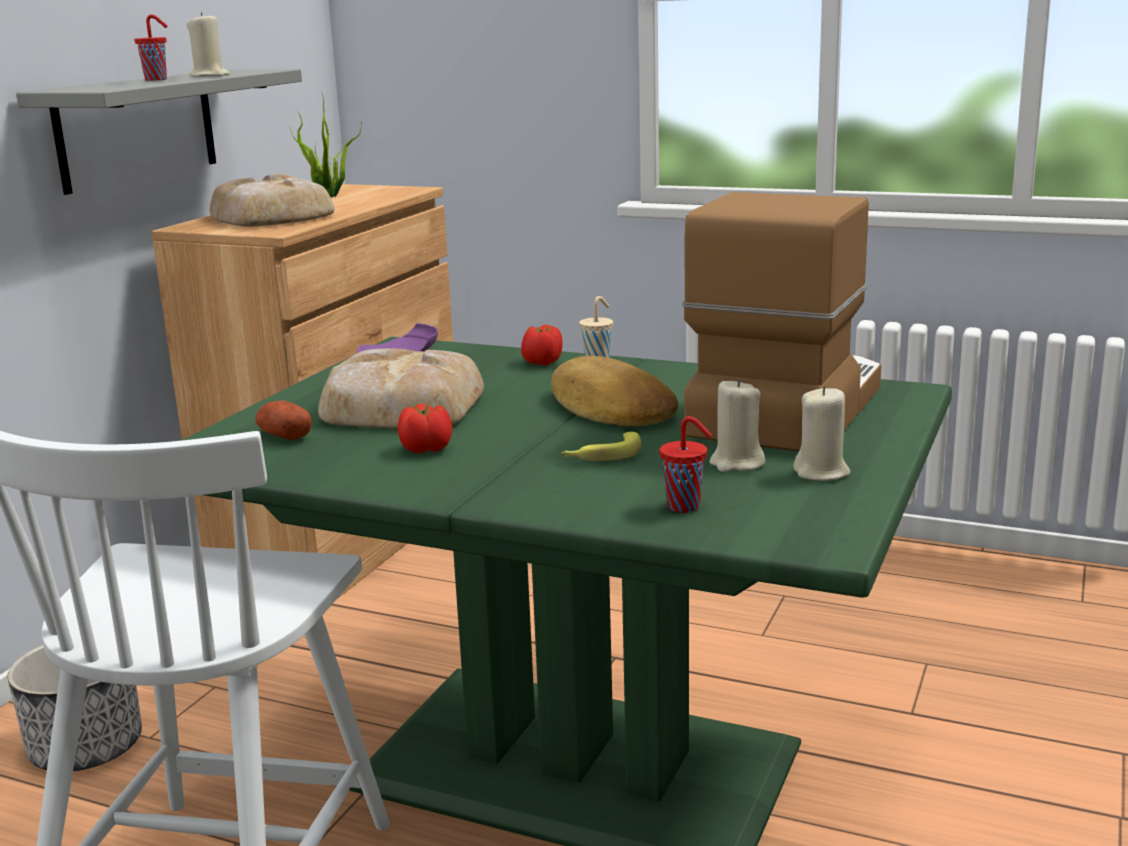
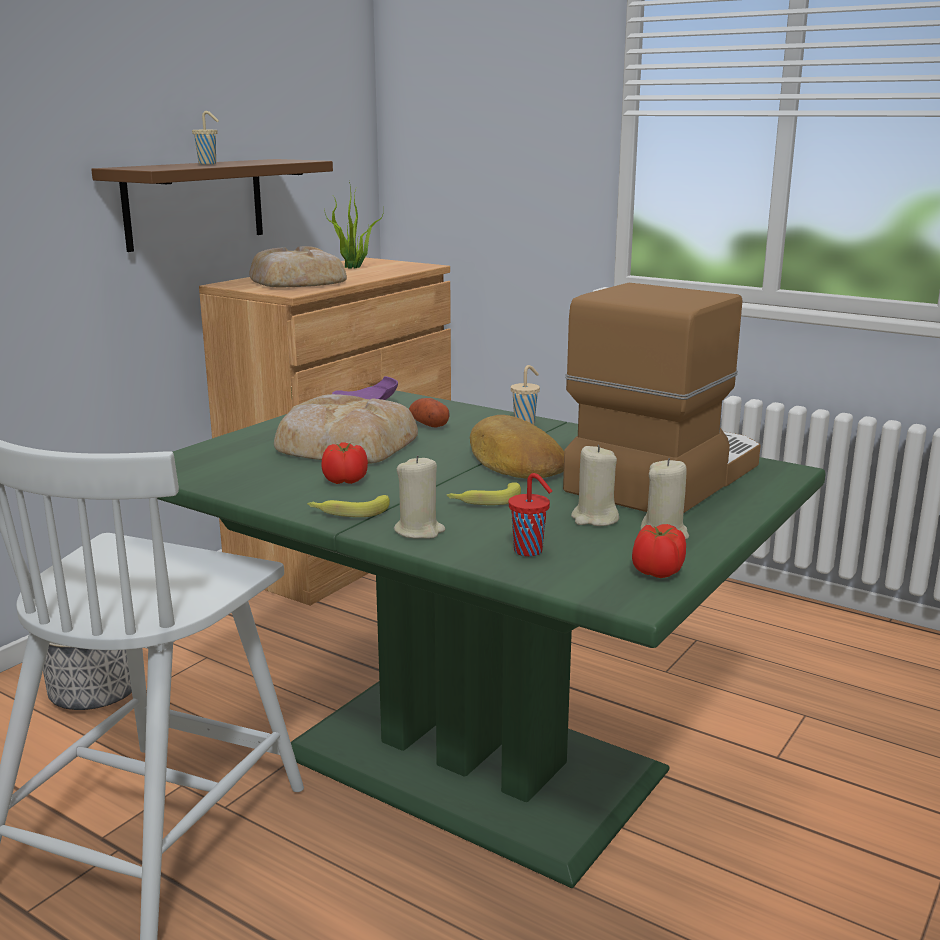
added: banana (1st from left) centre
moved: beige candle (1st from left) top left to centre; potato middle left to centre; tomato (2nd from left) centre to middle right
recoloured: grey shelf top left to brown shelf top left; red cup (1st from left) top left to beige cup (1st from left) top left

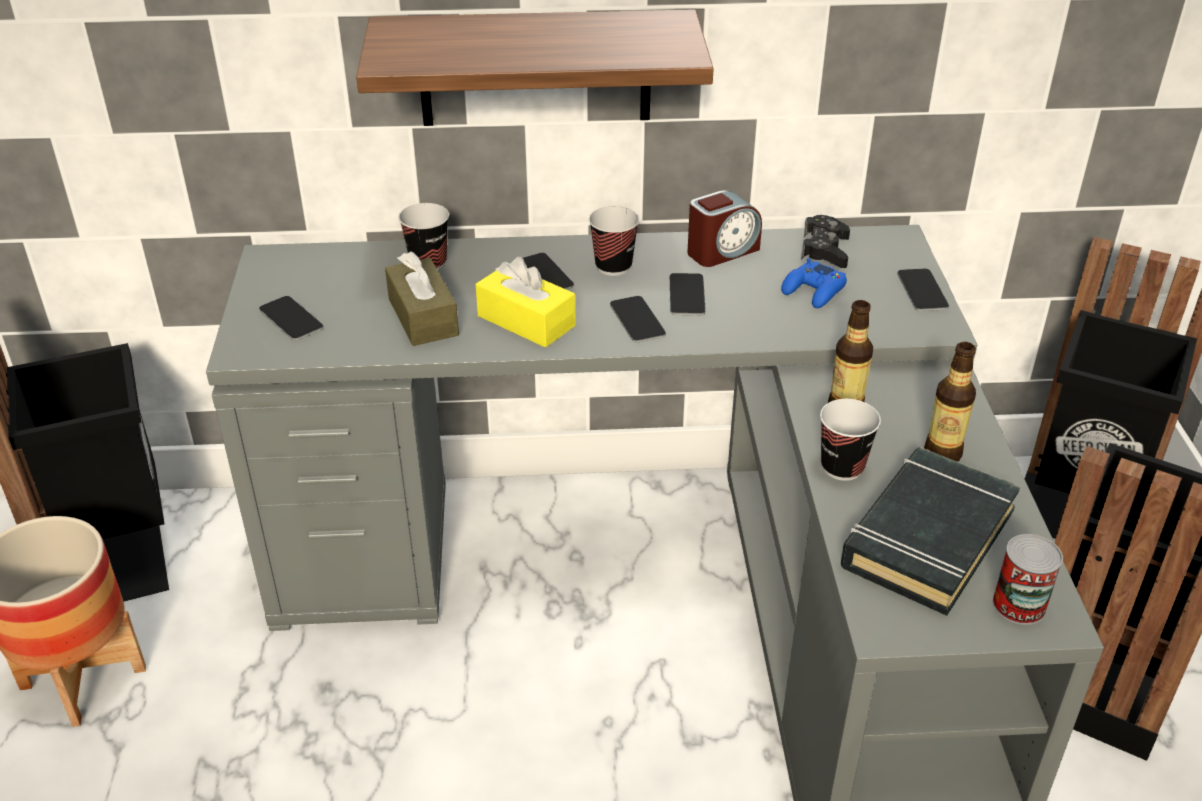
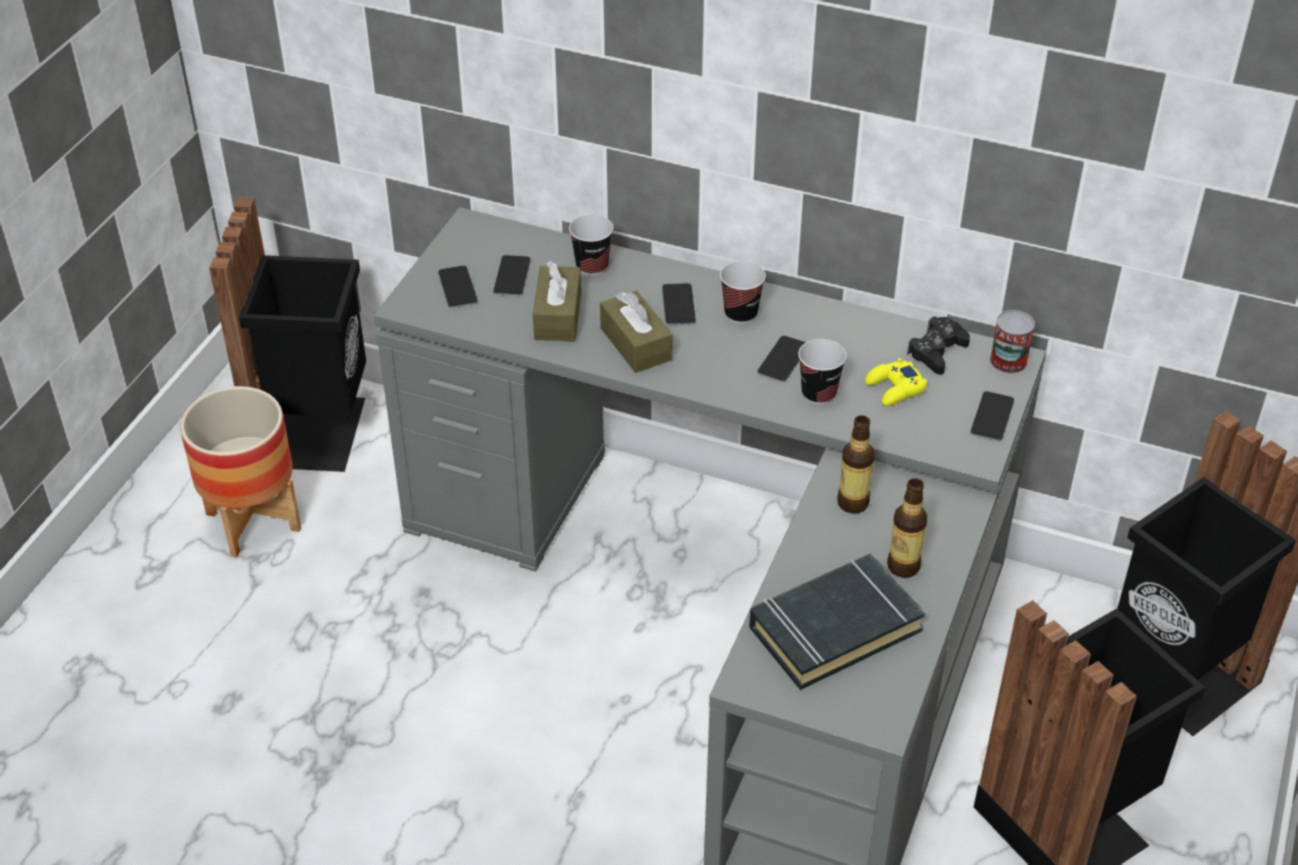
removed: shelf top centre; alarm clock top centre
moved: phone (3rd from left in the first image) centre to phone (2nd from left) top centre; cup (3rd from left) middle right to centre; can bottom right to middle right
recoloured: yellow tissue box centre to brown tissue box (2nd from left) centre; blue game controller middle right to yellow game controller middle right

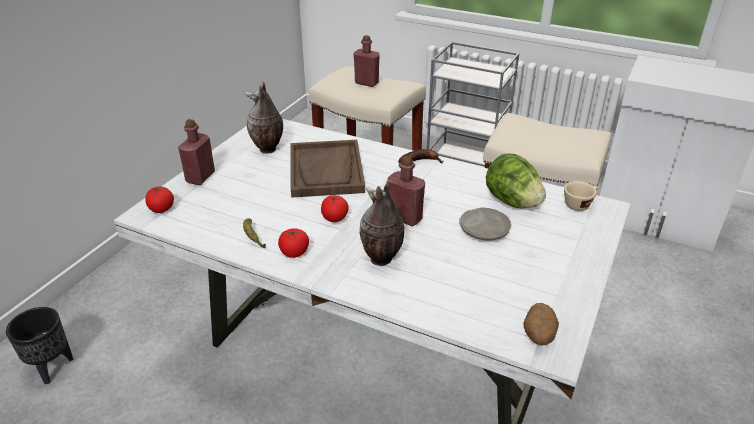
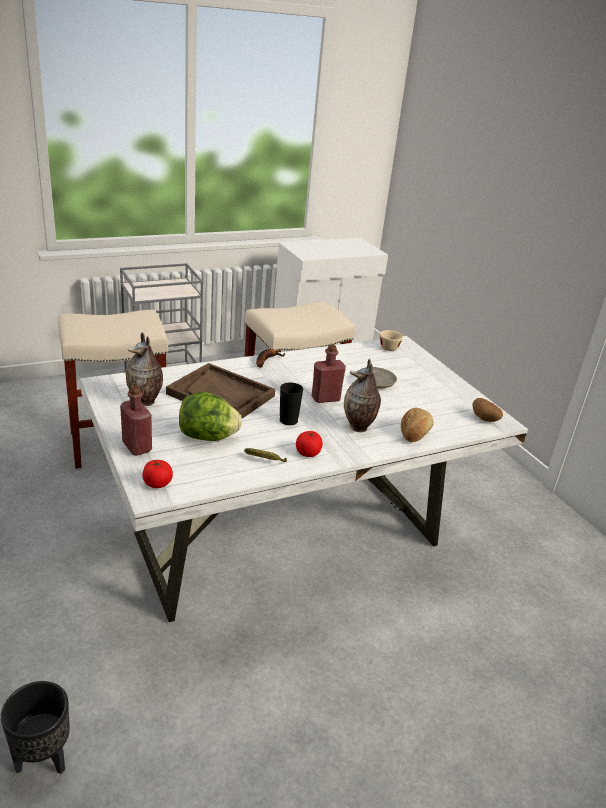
removed: red bottle (2nd from left) top centre
added: bread middle right
moved: lettuce middle right to centre
replaced: tomato (3rd from left) centre to black cup centre

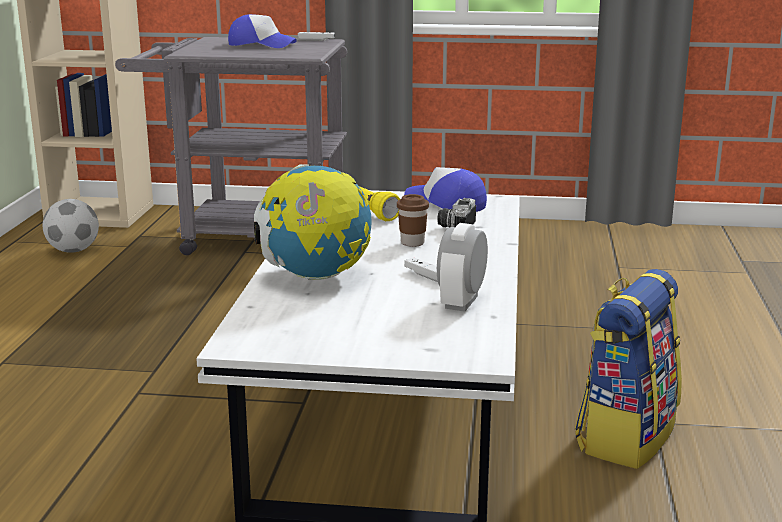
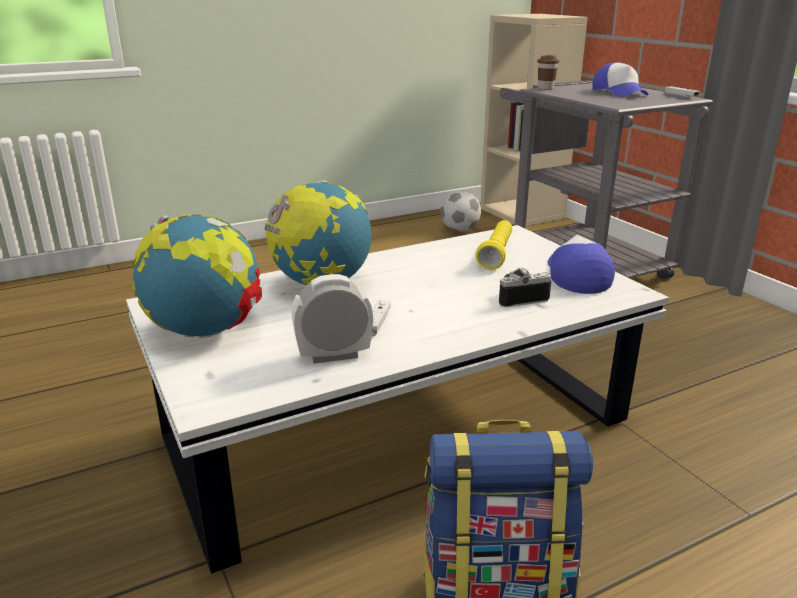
added: globe (1st from left) middle left
moved: brown cup centre to top right

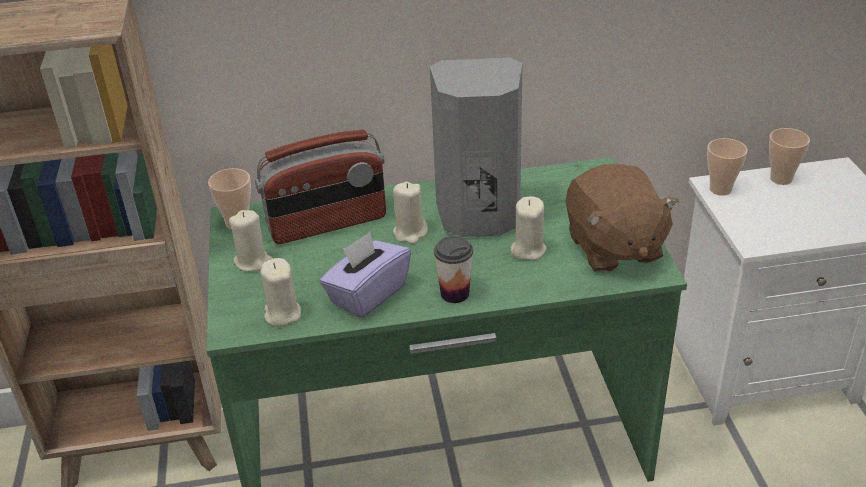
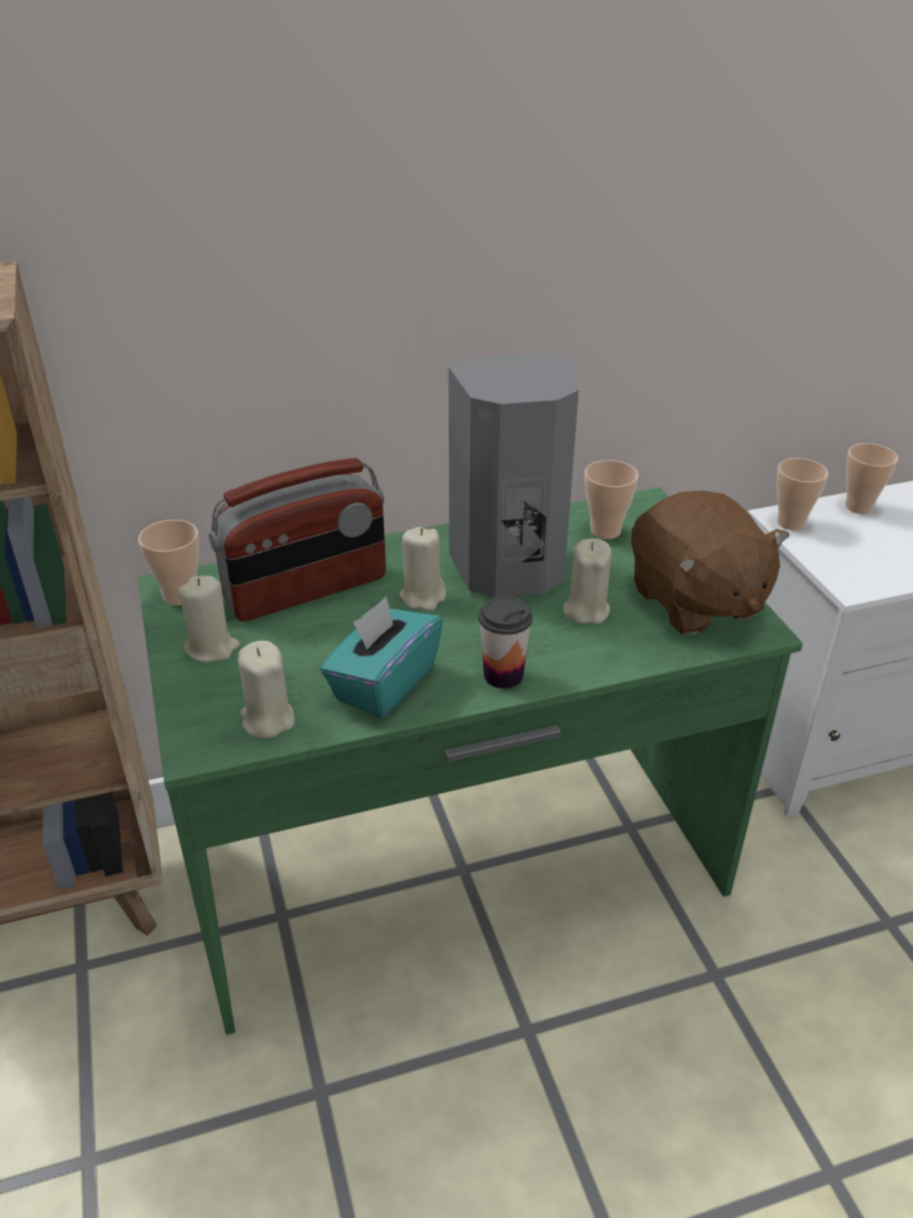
added: cup (3rd from left) middle right
recoloured: purple tissue box centre to turquoise tissue box centre

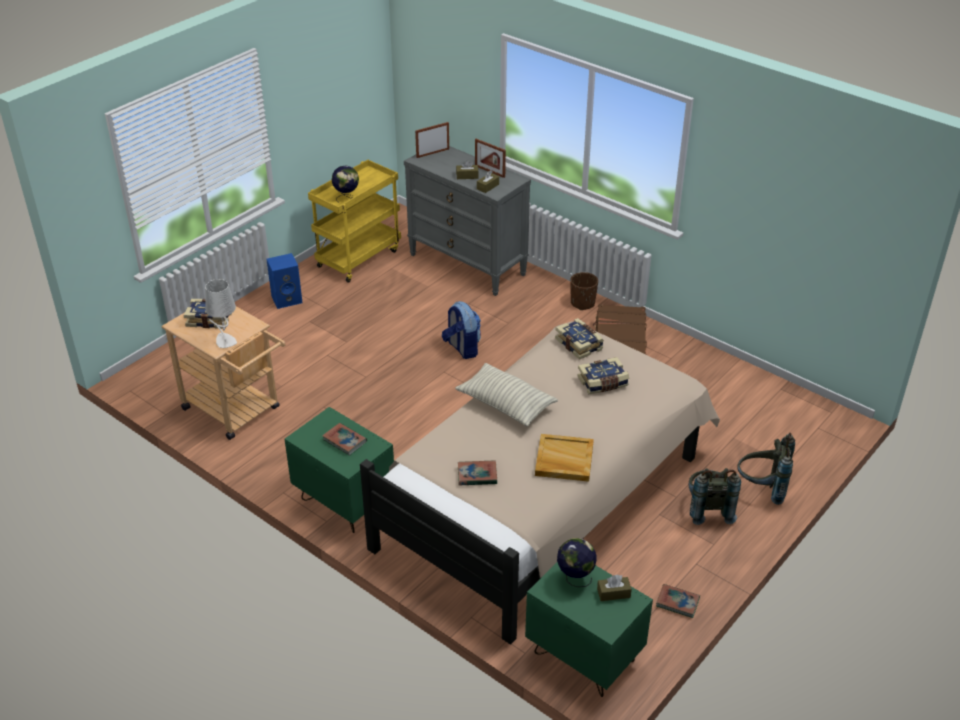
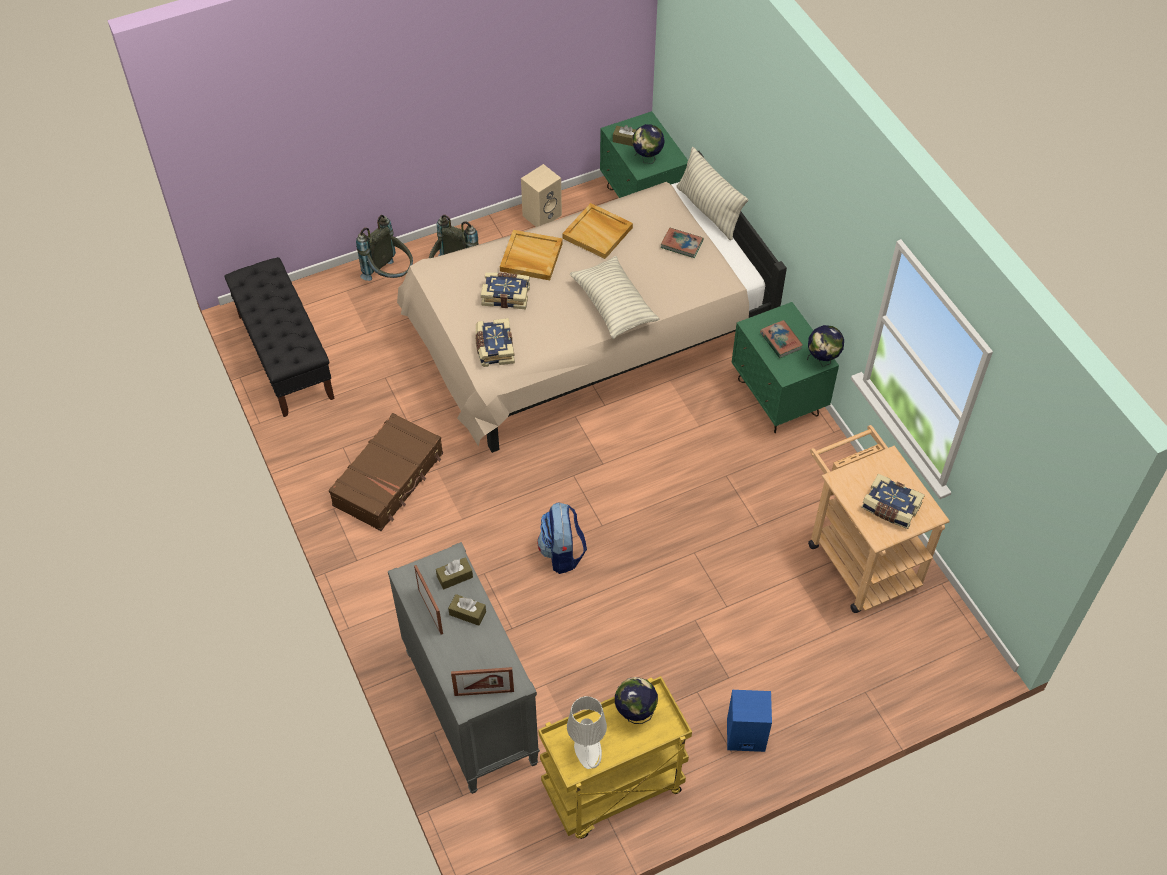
removed: brown planter centre
added: black bench middle left; beige tray (1st from left) top centre; pillow (2nd from left) top centre; globe (3rd from left) middle right
moved: white table lamp middle left to bottom centre
replaced: book (6th from left) bottom right to beige speaker top centre

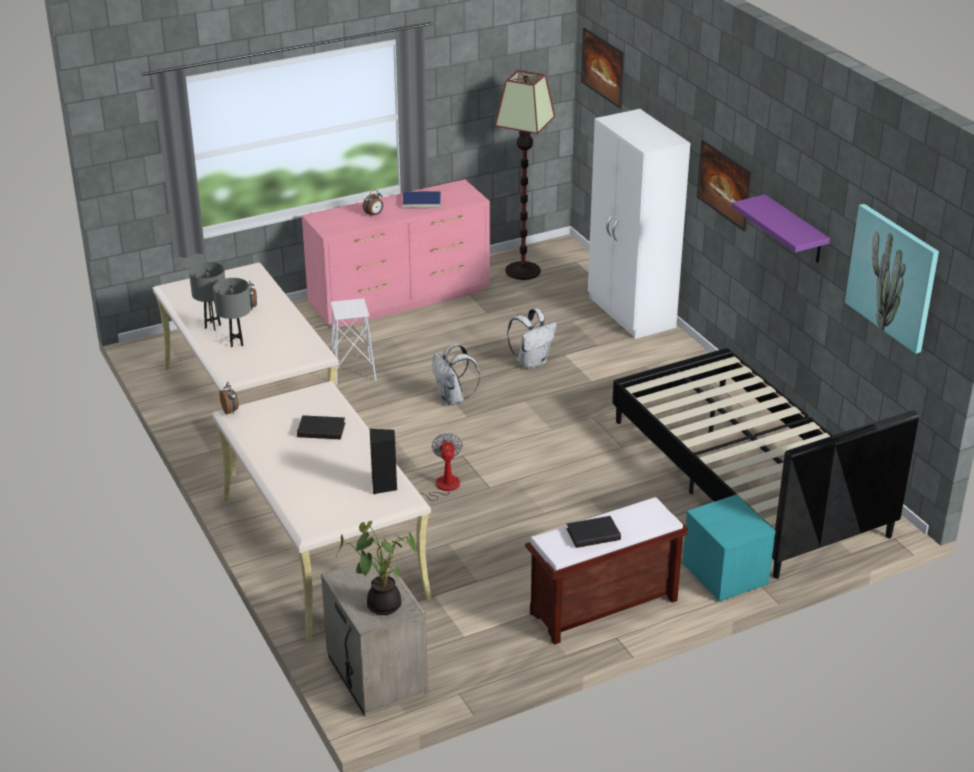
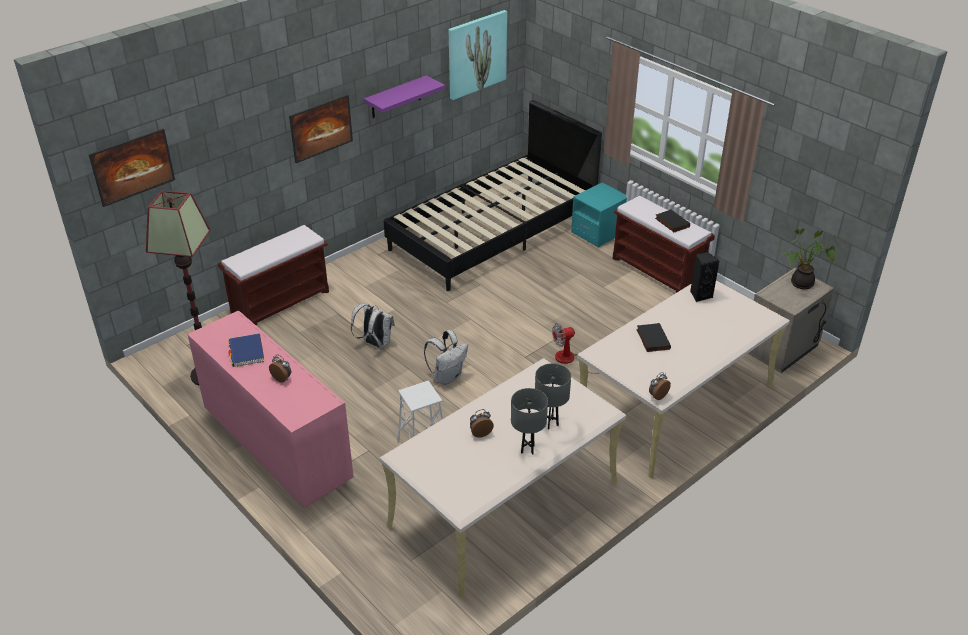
replaced: white wardrobe top centre to brown bench (1st from left) middle left

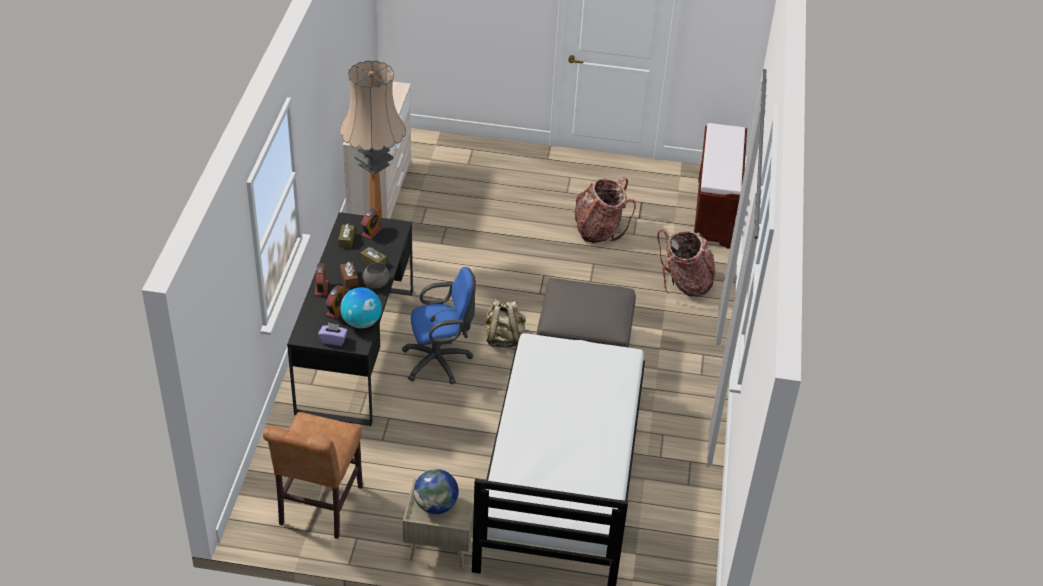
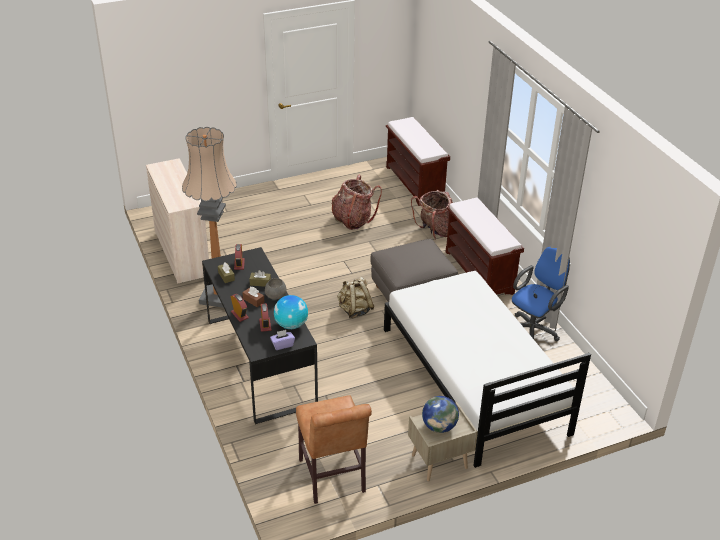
added: brown bench (2nd from left) middle right
moved: blue office chair centre to middle right

